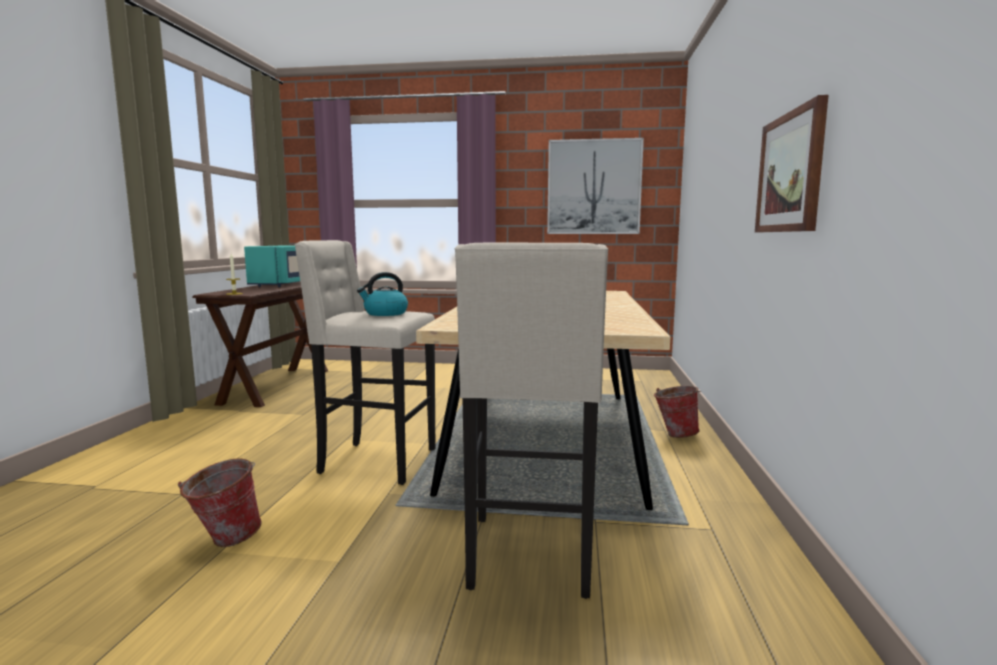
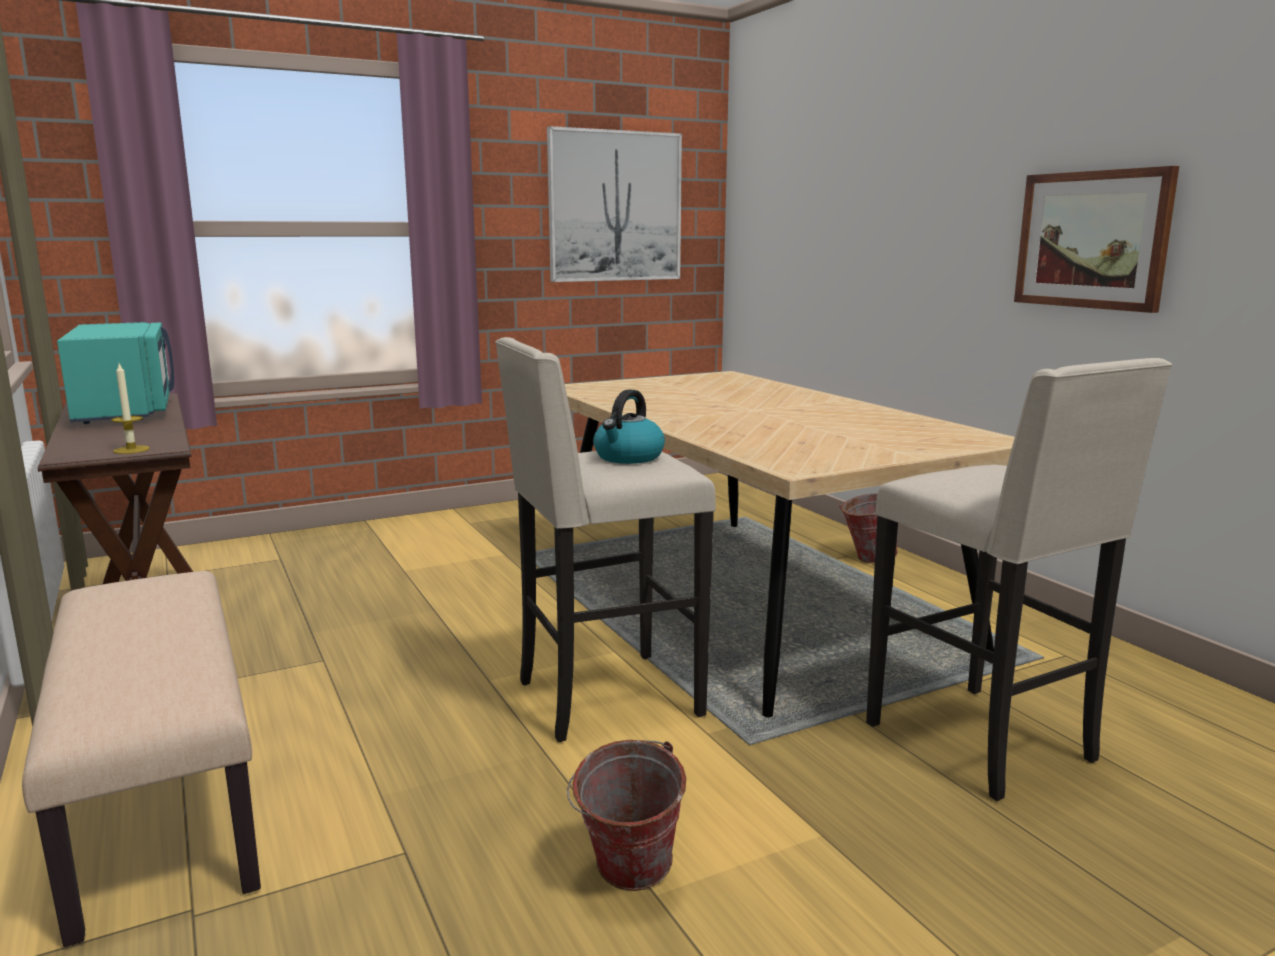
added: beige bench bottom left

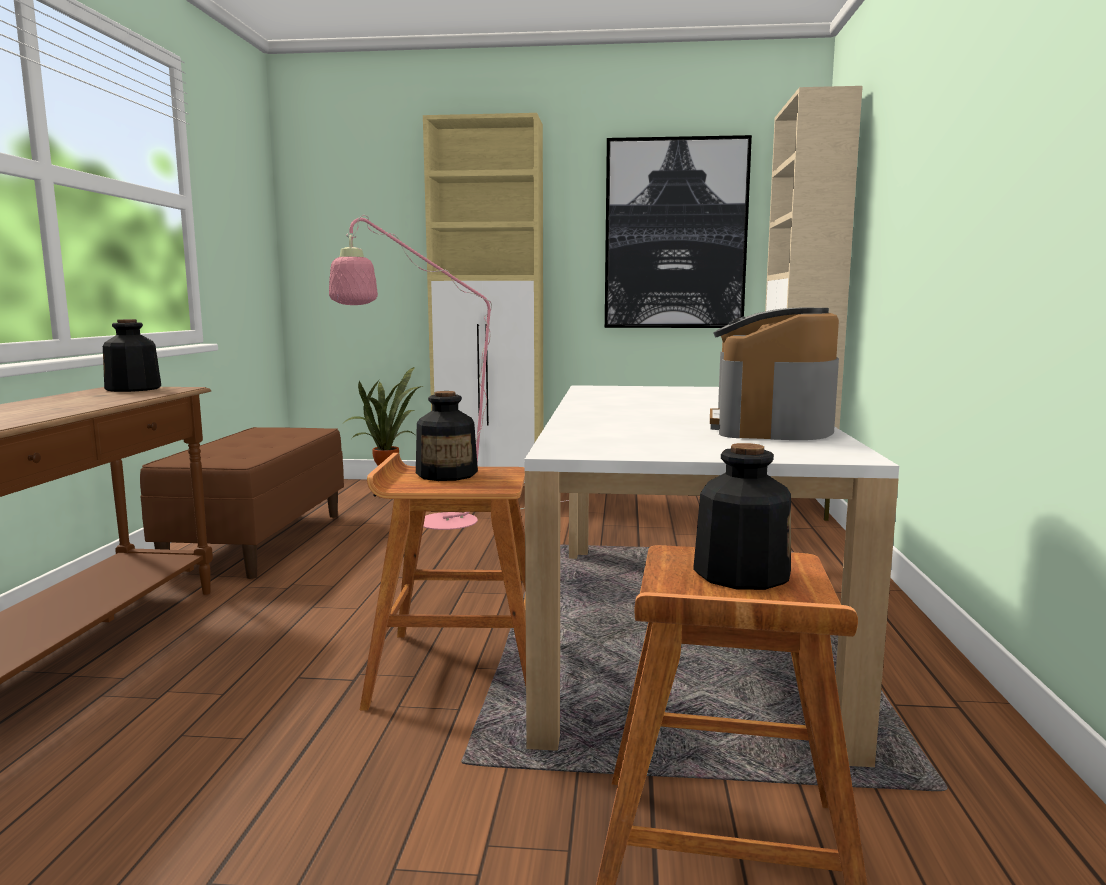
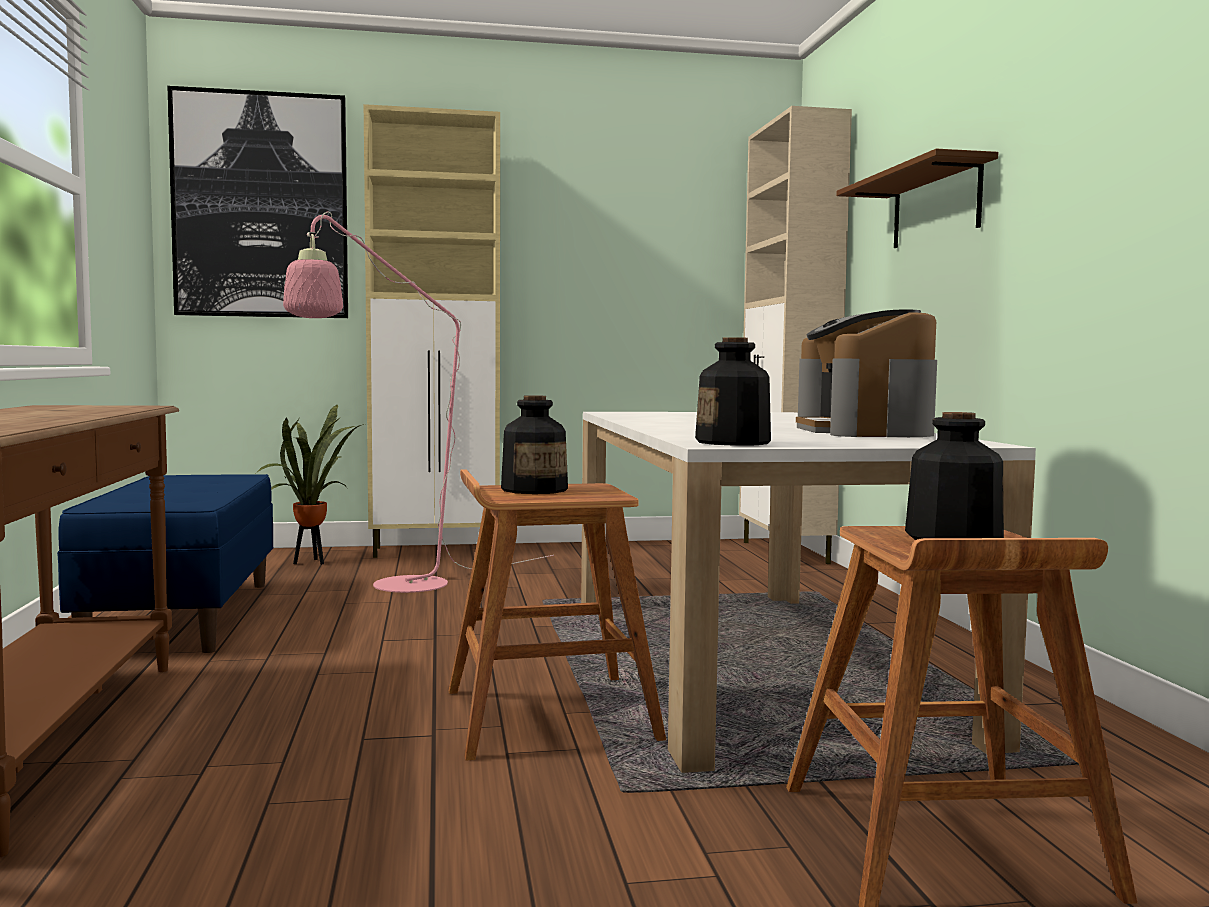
added: brown shelf top right
moved: bottle (1st from left in the first image) middle left to bottle (2nd from left) centre; picture top centre to top left
recoloured: brown bench middle left to blue bench middle left

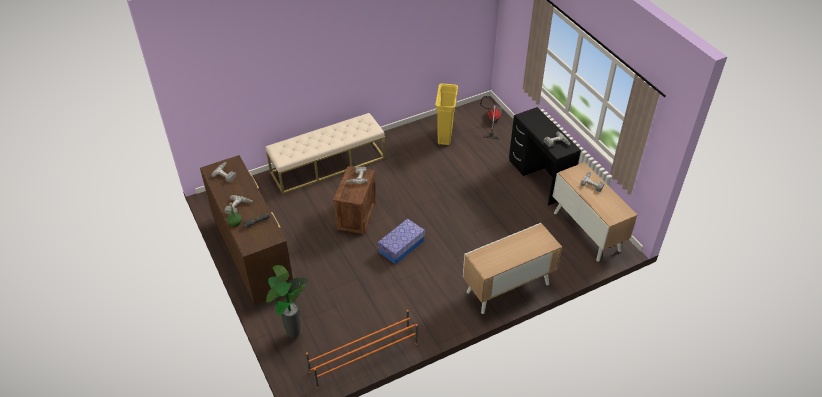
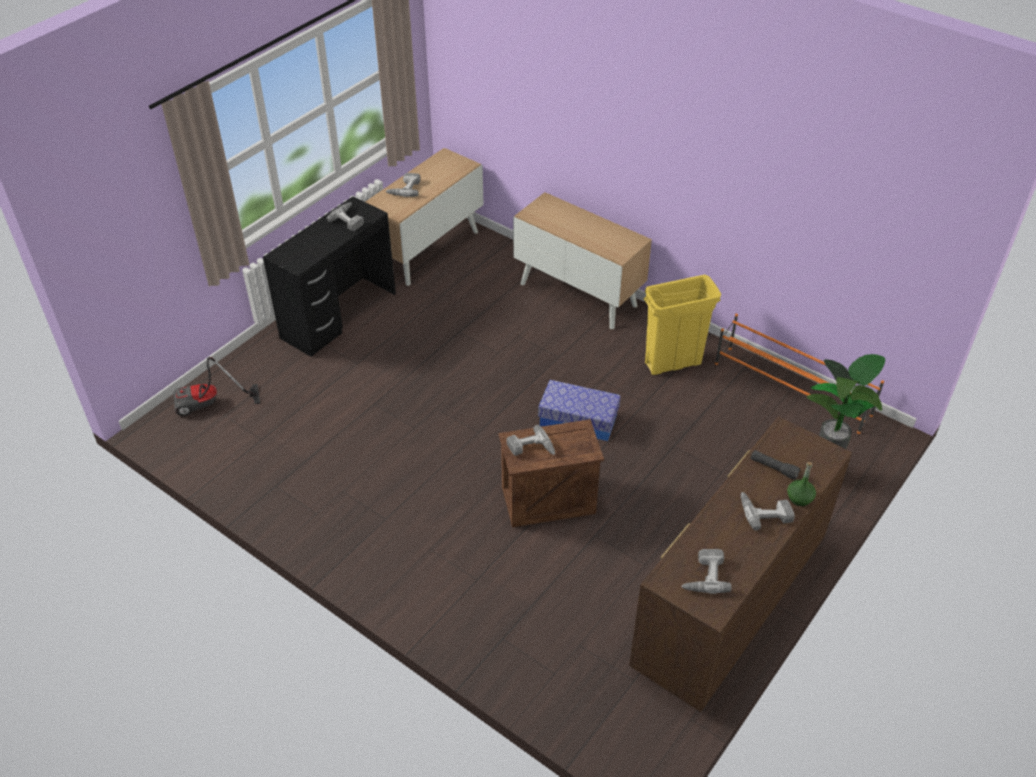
removed: beige bench centre
moved: yellow trash can top centre to centre

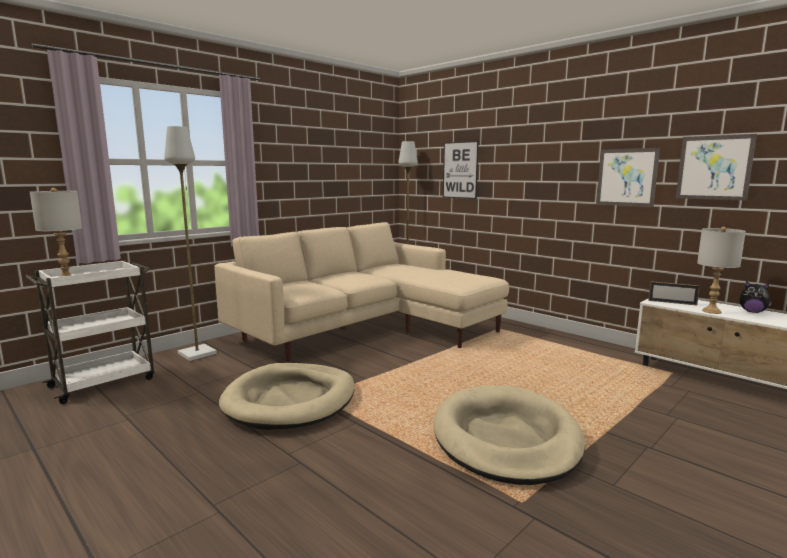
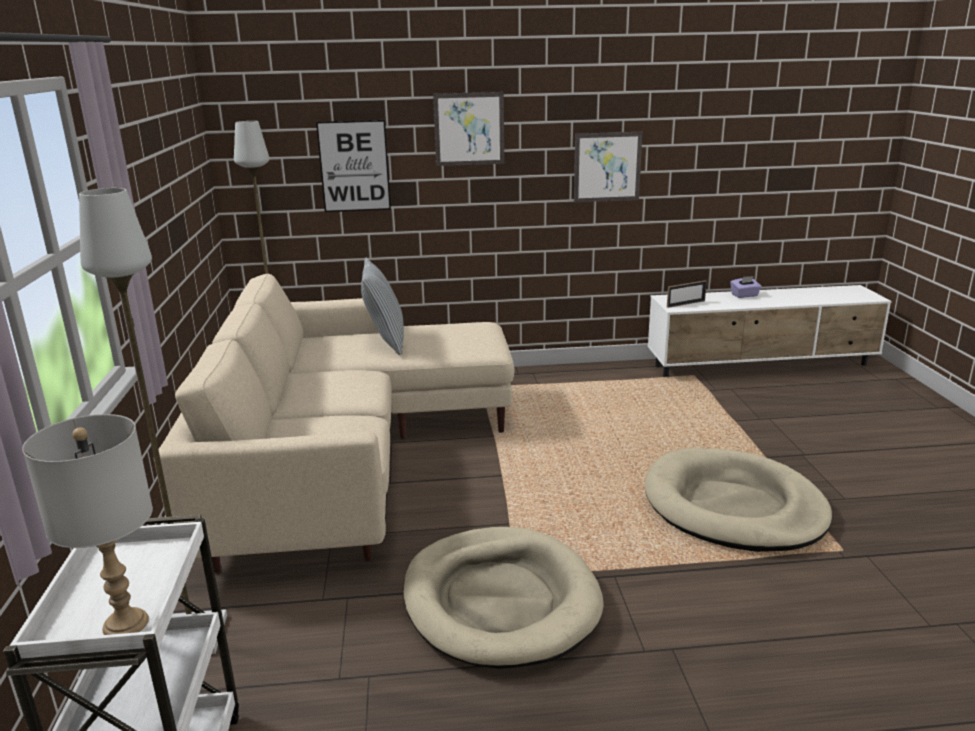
removed: grey table lamp (2nd from left) middle right
added: pillow centre
moved: picture (3rd from left in the first image) top right to picture (2nd from left) top centre
replaced: plush toy middle right to purple tissue box middle right

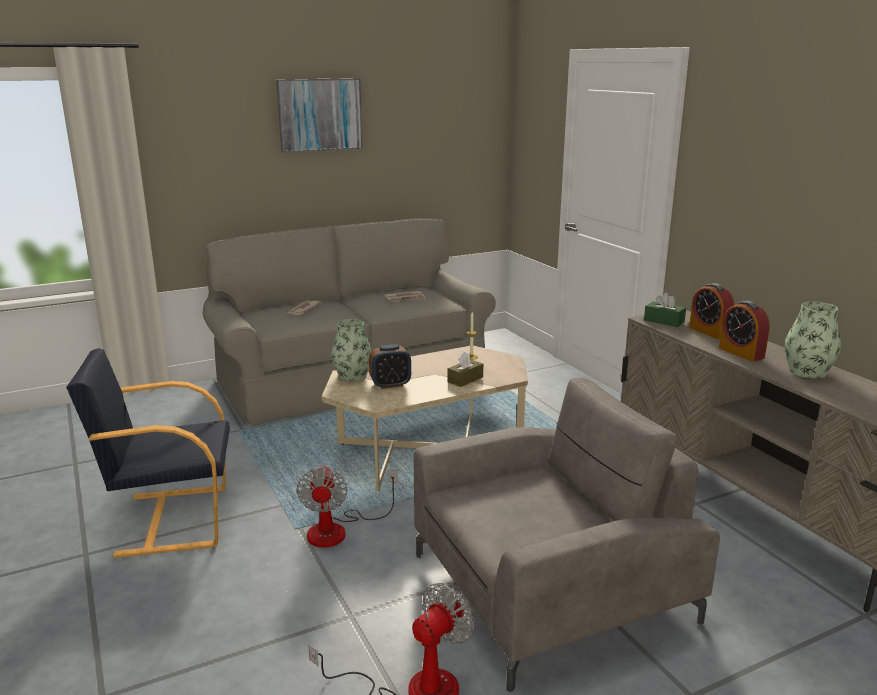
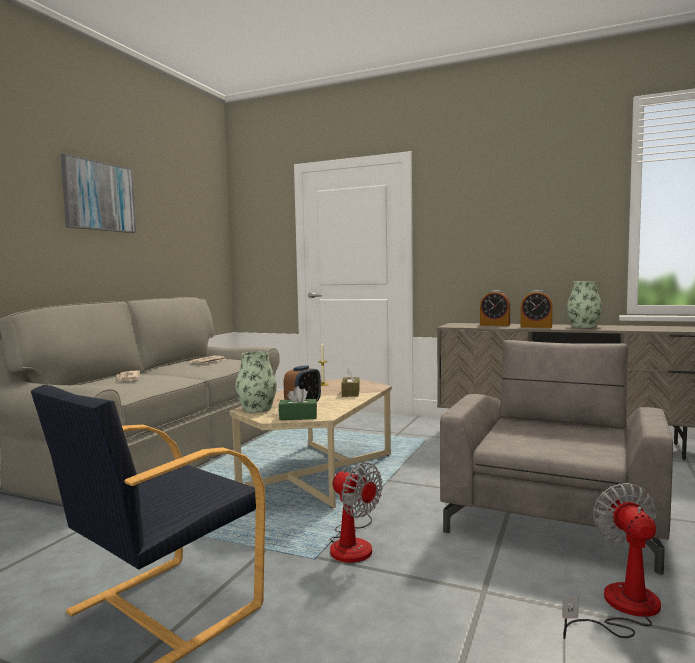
moved: green tissue box middle right to centre

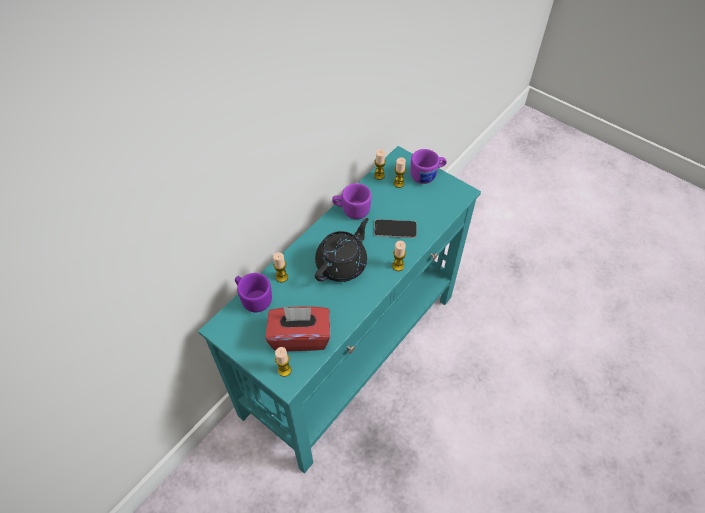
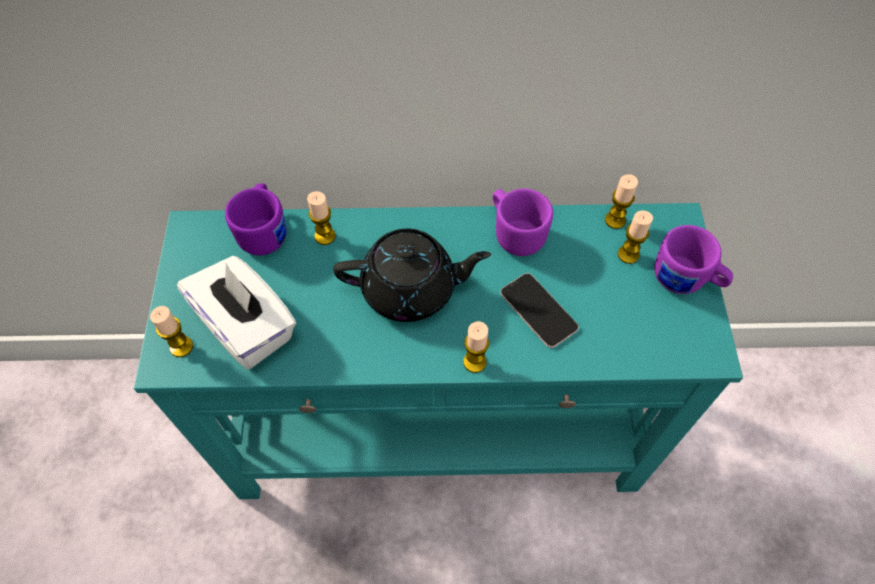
recoloured: red tissue box centre to white tissue box middle left

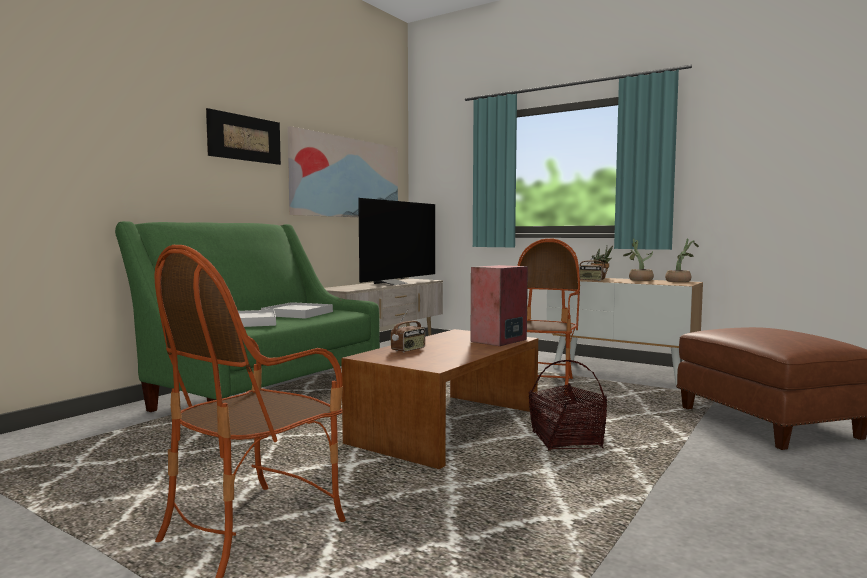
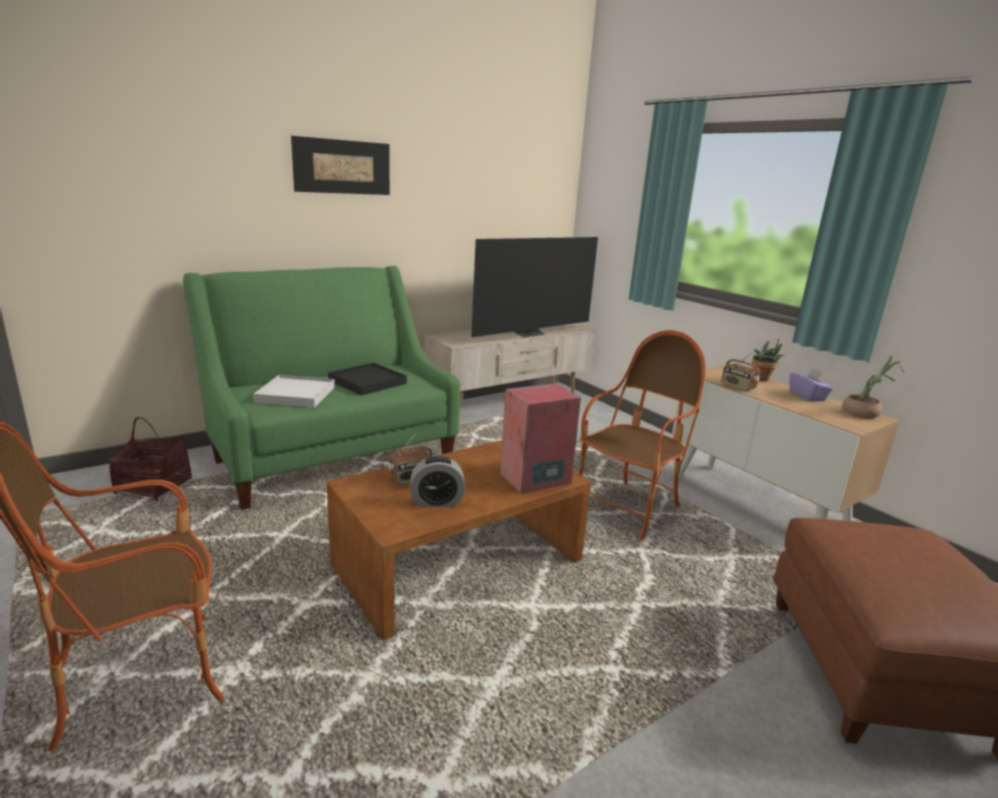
removed: picture (2nd from left) top centre
added: alarm clock centre
moved: basket bottom centre to middle left
replaced: potted plant (2nd from left) middle right to purple tissue box middle right
recoloured: white tray (2nd from left) centre to black tray centre

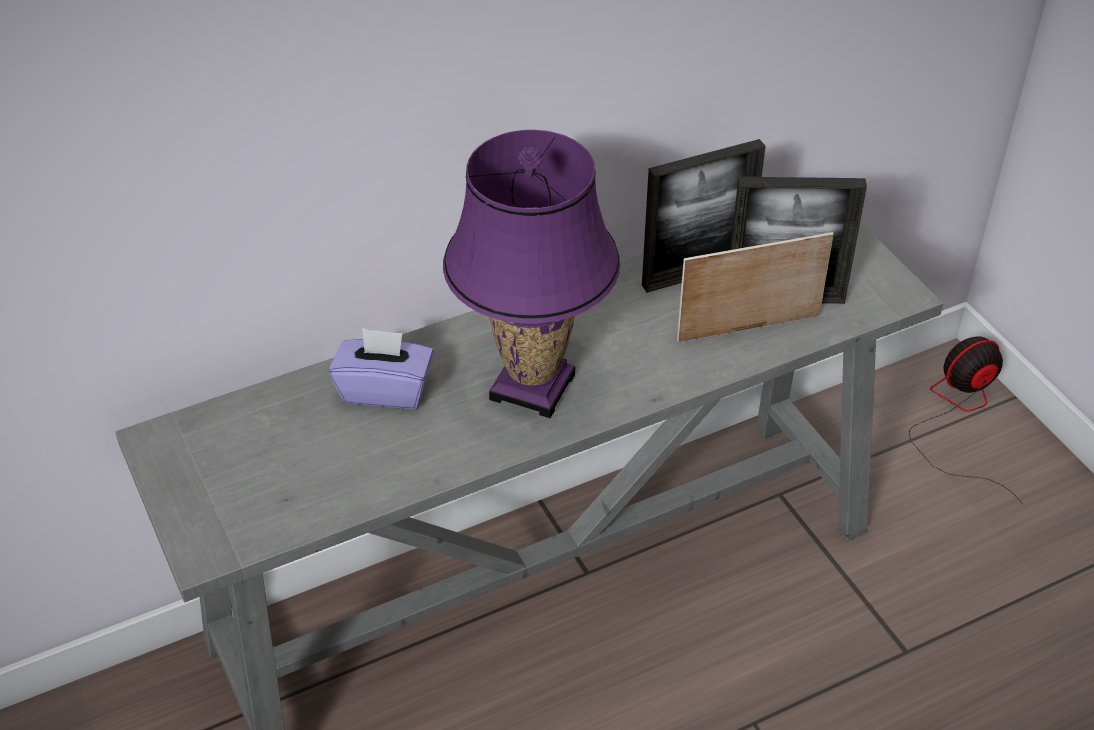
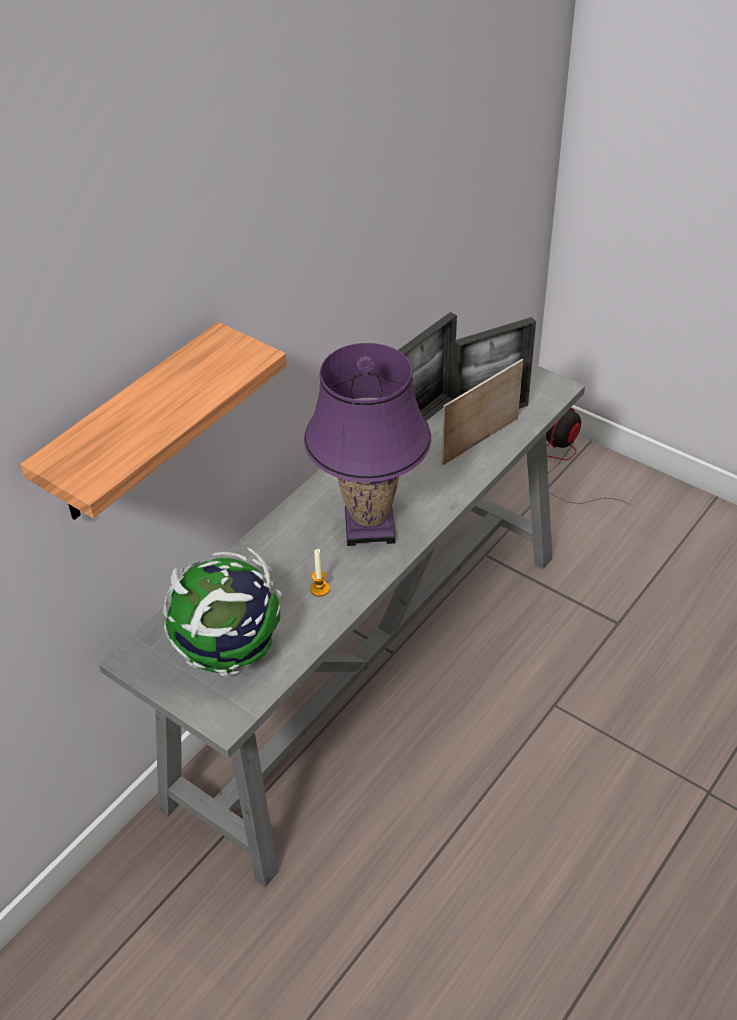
removed: purple tissue box centre
added: shelf middle left; globe middle left; candle centre

